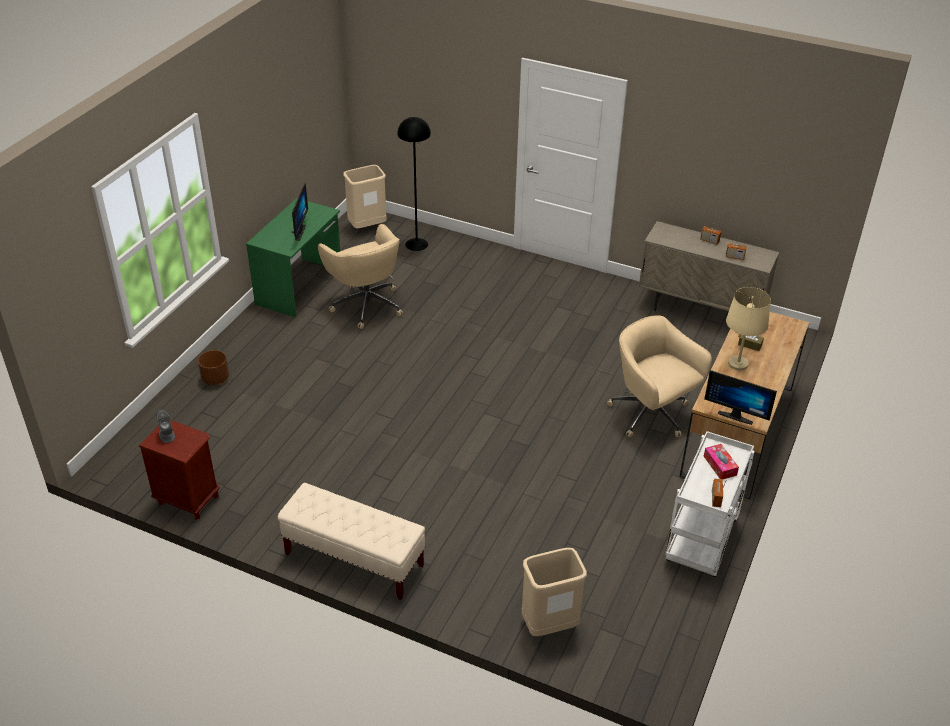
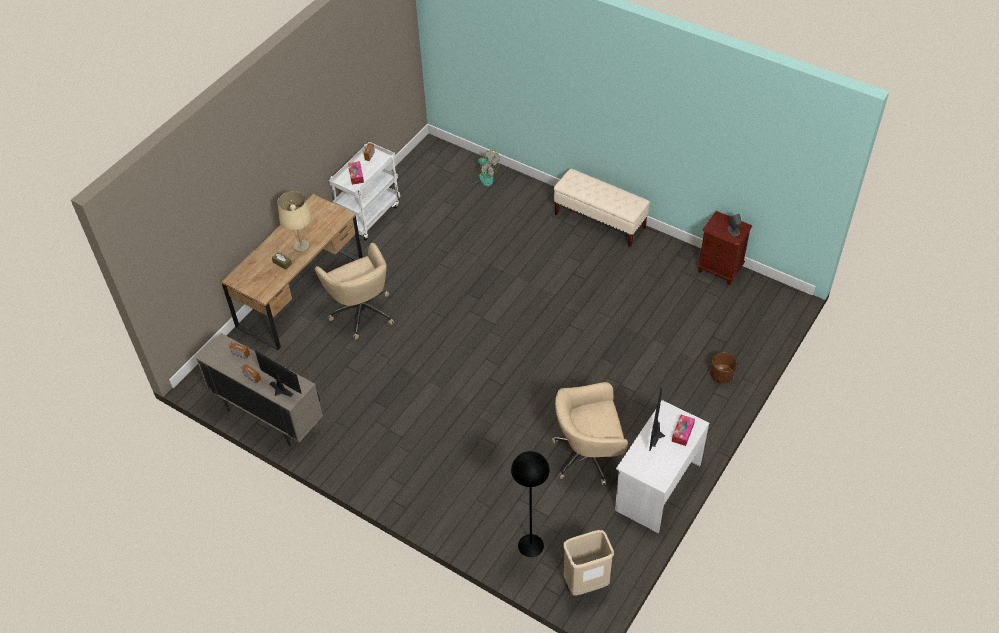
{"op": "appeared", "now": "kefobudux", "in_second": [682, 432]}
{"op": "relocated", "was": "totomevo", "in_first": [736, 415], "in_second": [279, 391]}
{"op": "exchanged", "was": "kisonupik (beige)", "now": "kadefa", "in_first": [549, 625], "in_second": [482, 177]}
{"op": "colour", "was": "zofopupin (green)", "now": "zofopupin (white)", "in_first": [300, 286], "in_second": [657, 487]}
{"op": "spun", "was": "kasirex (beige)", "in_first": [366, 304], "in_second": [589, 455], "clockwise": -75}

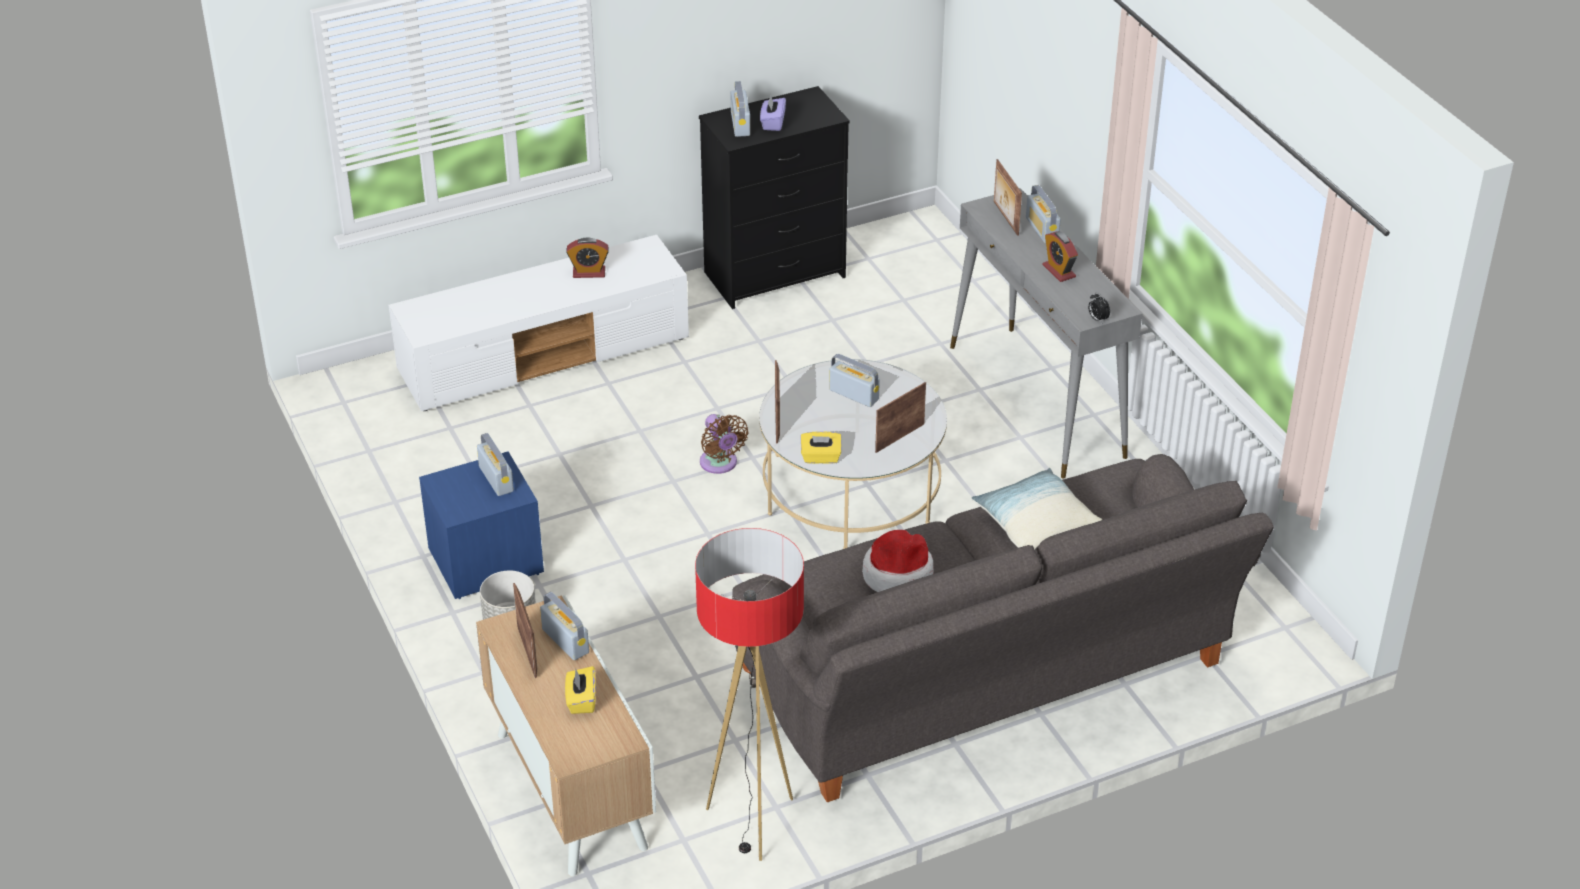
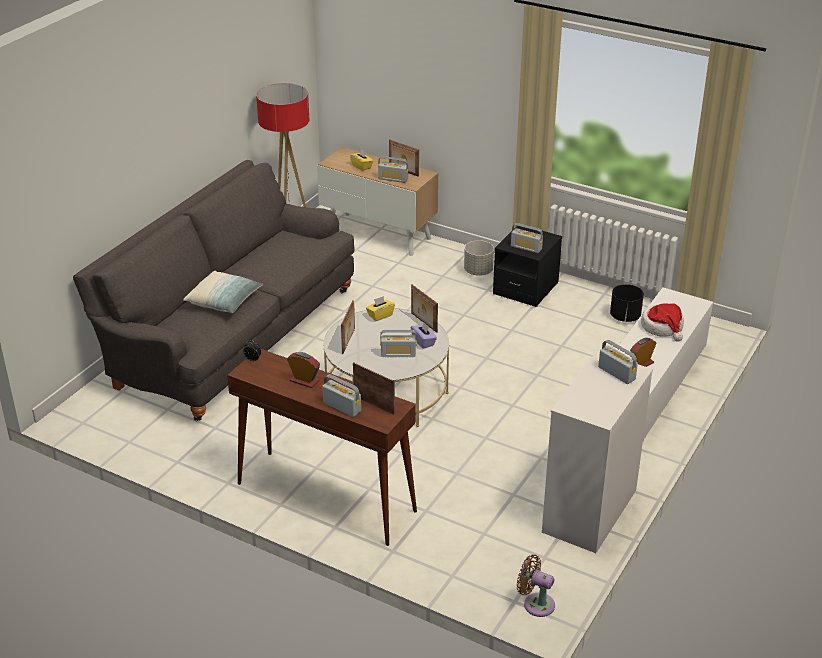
{"op": "appeared", "now": "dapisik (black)", "in_second": [625, 317]}
{"op": "relocated", "was": "kadefa (brown)", "in_first": [720, 464], "in_second": [536, 603]}
{"op": "relocated", "was": "kefobudux (purple)", "in_first": [772, 123], "in_second": [423, 342]}
{"op": "relocated", "was": "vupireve", "in_first": [897, 574], "in_second": [662, 327]}
{"op": "colour", "was": "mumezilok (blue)", "now": "mumezilok (black)", "in_first": [485, 561], "in_second": [525, 288]}
{"op": "colour", "was": "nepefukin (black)", "now": "nepefukin (white)", "in_first": [776, 274], "in_second": [589, 511]}
{"op": "colour", "was": "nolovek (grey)", "now": "nolovek (brown)", "in_first": [1037, 401], "in_second": [325, 497]}

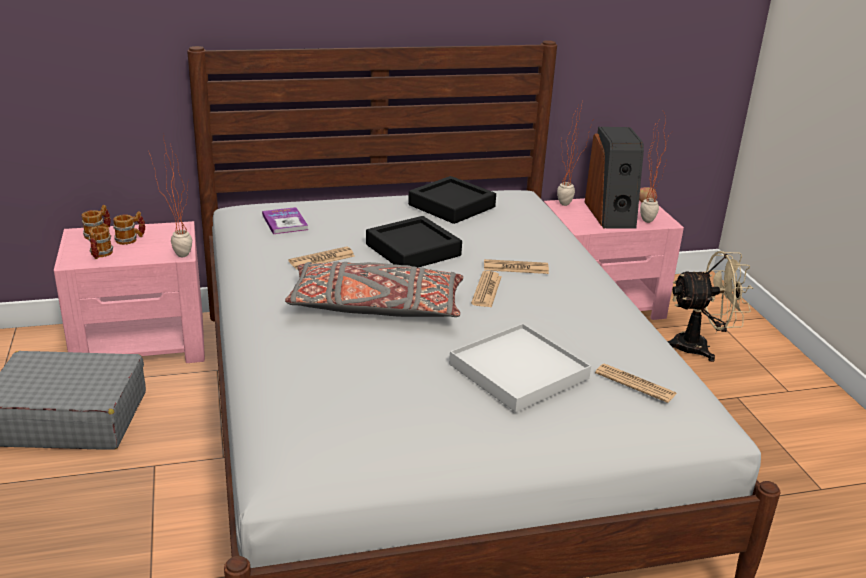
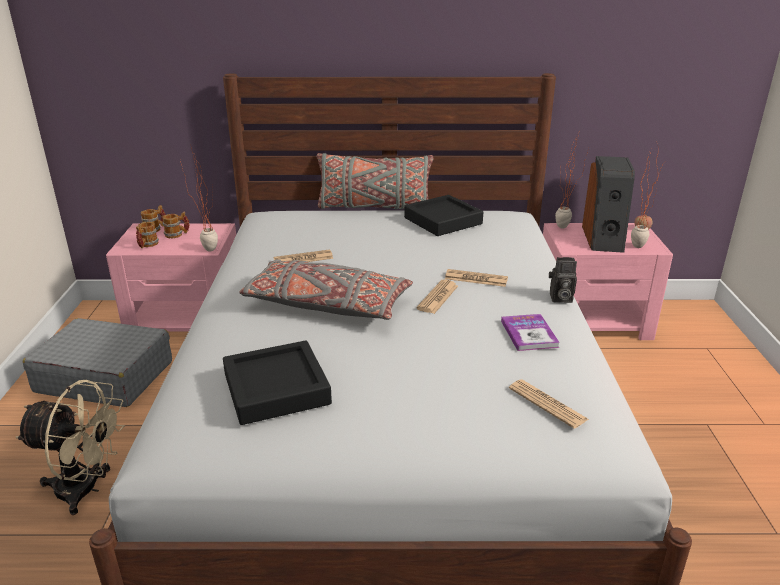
{"op": "missing", "was": "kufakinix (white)", "in_first": [518, 371]}
{"op": "appeared", "now": "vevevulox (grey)", "in_second": [374, 208]}
{"op": "appeared", "now": "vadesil", "in_second": [559, 298]}
{"op": "relocated", "was": "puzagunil", "in_first": [285, 222], "in_second": [529, 334]}
{"op": "relocated", "was": "kufakinix (black)", "in_first": [413, 250], "in_second": [276, 389]}
{"op": "relocated", "was": "kadefa (beige)", "in_first": [699, 347], "in_second": [86, 490]}

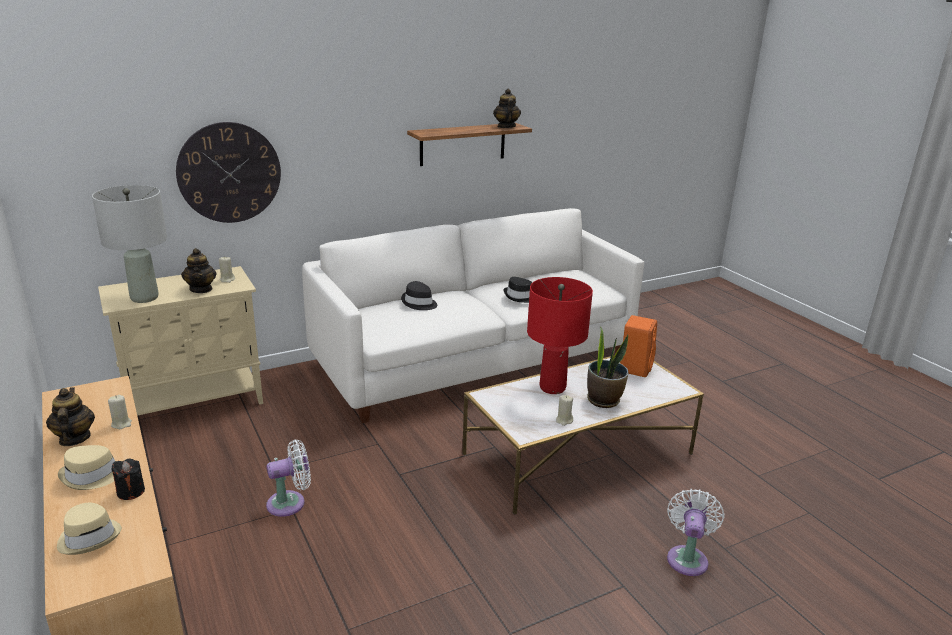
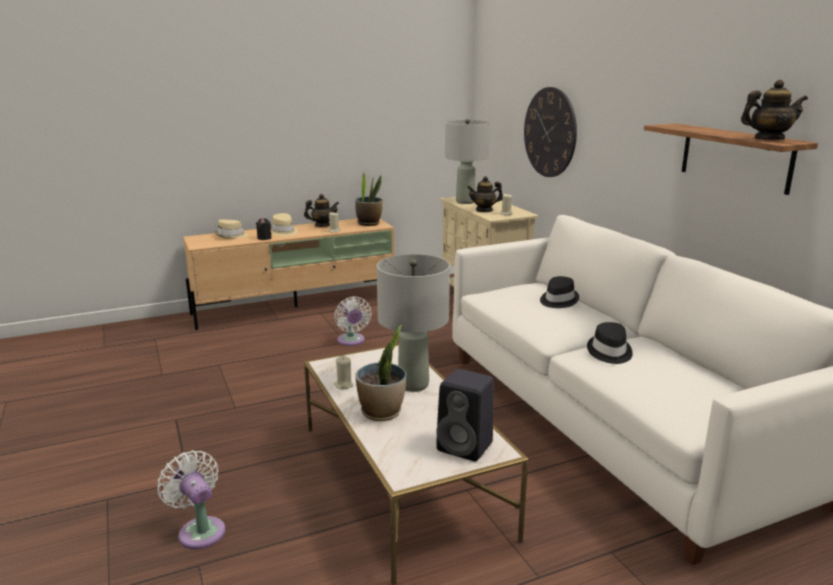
{"op": "appeared", "now": "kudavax", "in_second": [369, 223]}
{"op": "colour", "was": "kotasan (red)", "now": "kotasan (grey)", "in_first": [553, 388], "in_second": [413, 385]}
{"op": "colour", "was": "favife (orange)", "now": "favife (black)", "in_first": [635, 368], "in_second": [466, 447]}
{"op": "spun", "was": "kadefa (white)", "in_first": [687, 557], "in_second": [200, 530], "clockwise": -150}

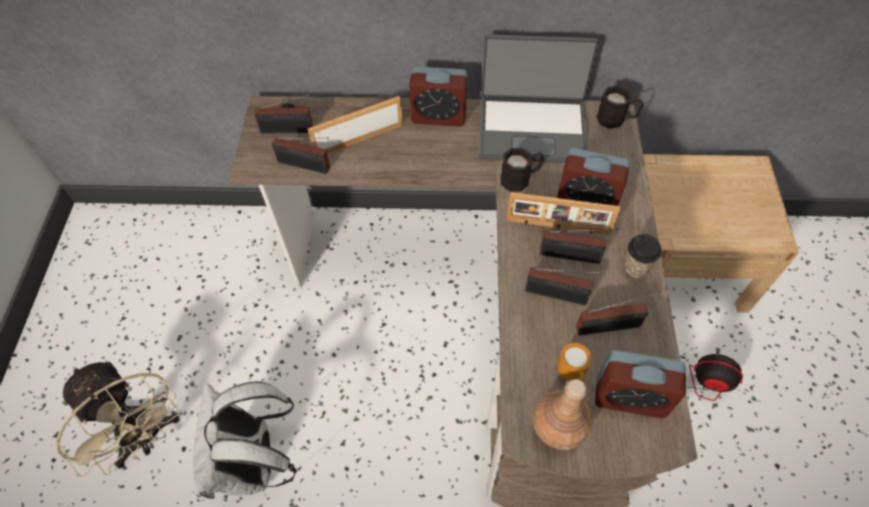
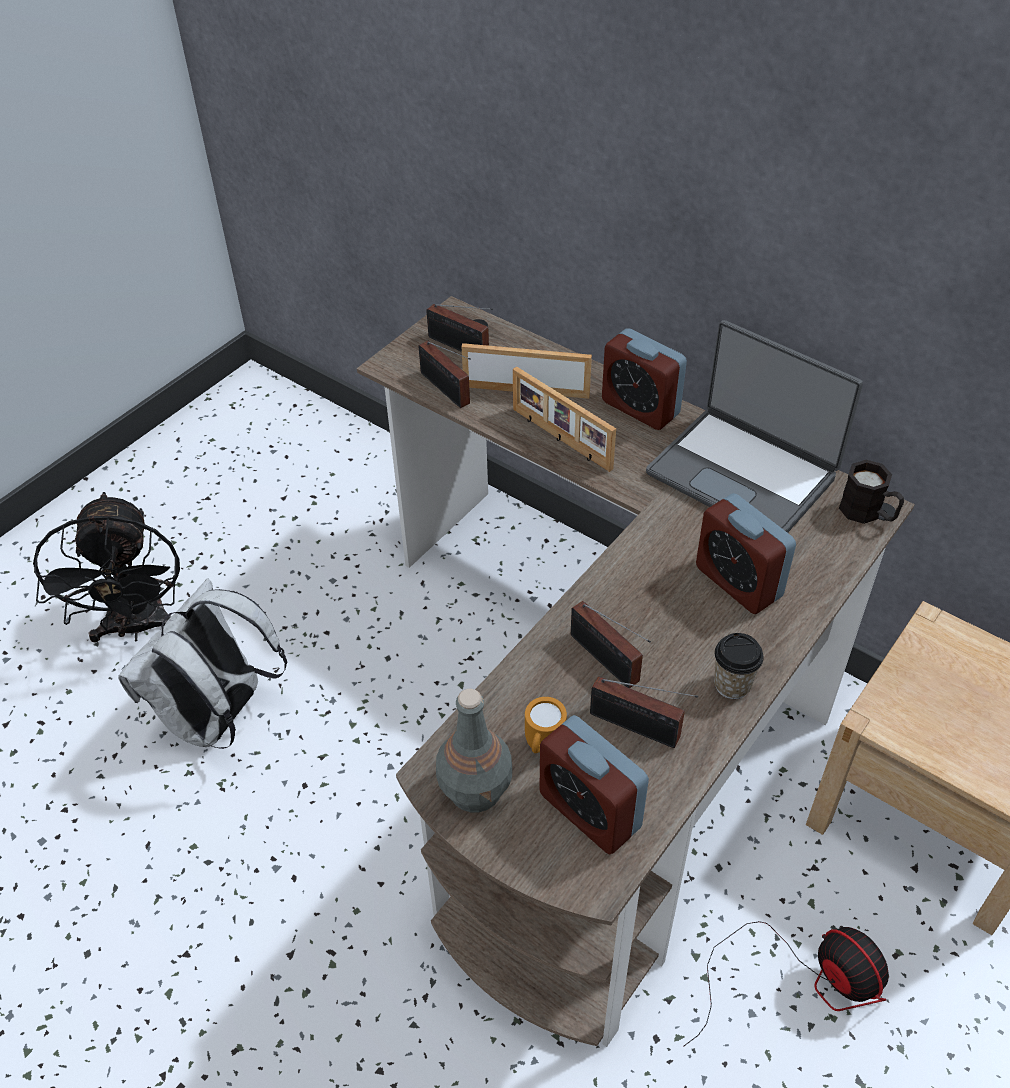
{"op": "missing", "was": "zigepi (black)", "in_first": [520, 178]}
{"op": "missing", "was": "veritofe", "in_first": [573, 256]}
{"op": "relocated", "was": "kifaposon", "in_first": [558, 227], "in_second": [560, 439]}
{"op": "colour", "was": "kadefa (beige)", "now": "kadefa (black)", "in_first": [146, 438], "in_second": [137, 628]}
{"op": "colour", "was": "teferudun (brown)", "now": "teferudun (grey)", "in_first": [557, 429], "in_second": [476, 789]}

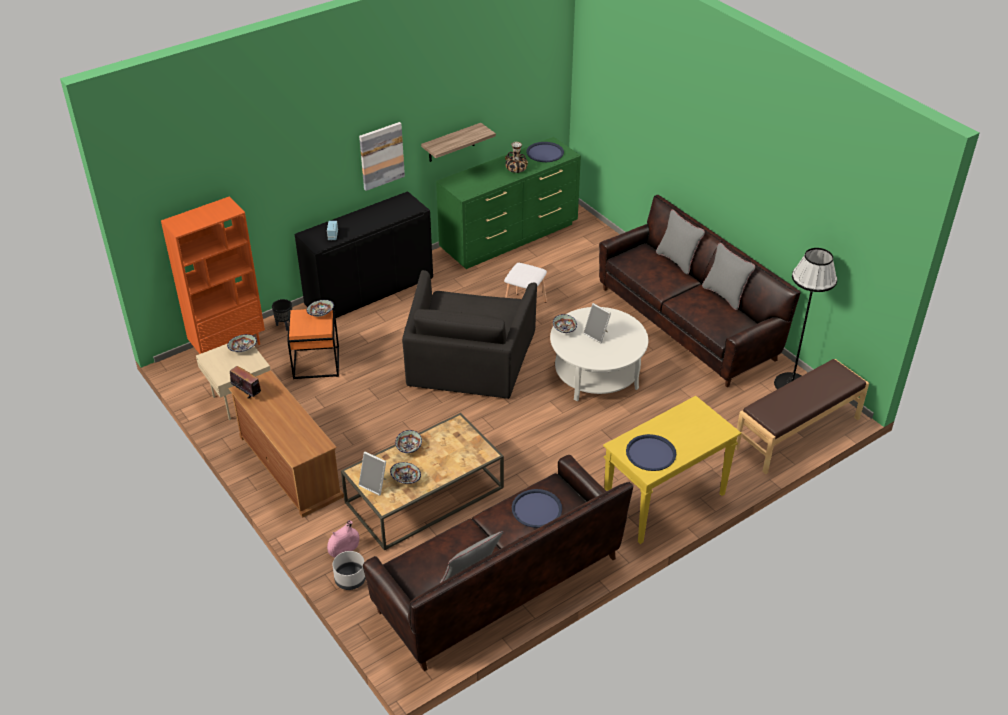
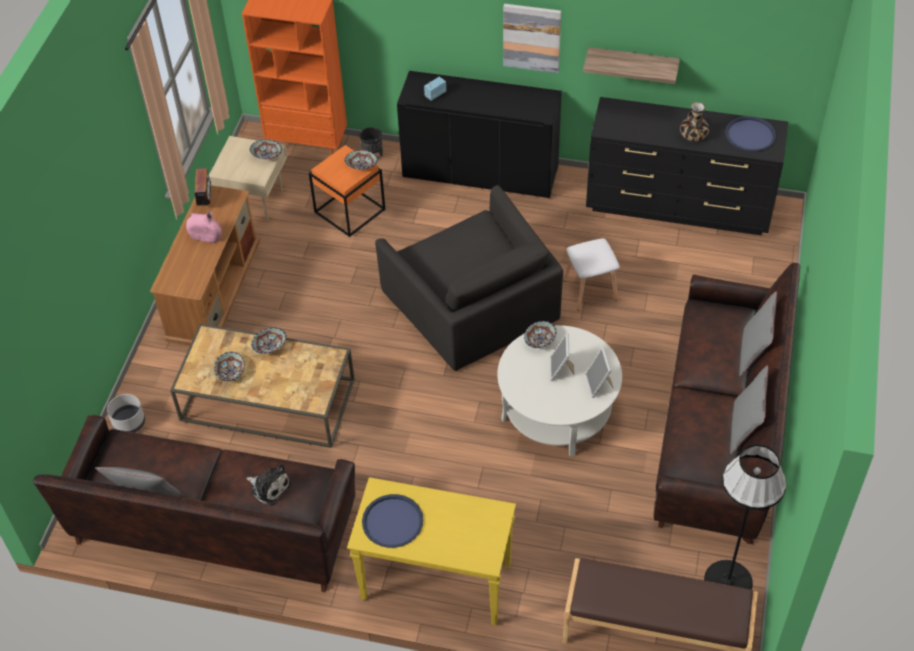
{"op": "relocated", "was": "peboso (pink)", "in_first": [344, 550], "in_second": [205, 237]}
{"op": "relocated", "was": "kifaposon", "in_first": [375, 485], "in_second": [599, 385]}
{"op": "exchanged", "was": "kufakinix (blue)", "now": "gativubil", "in_first": [536, 509], "in_second": [269, 487]}
{"op": "colour", "was": "nepefukin (green)", "now": "nepefukin (black)", "in_first": [510, 237], "in_second": [679, 206]}
{"op": "spun", "was": "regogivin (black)", "in_first": [469, 357], "in_second": [472, 302], "clockwise": -90}

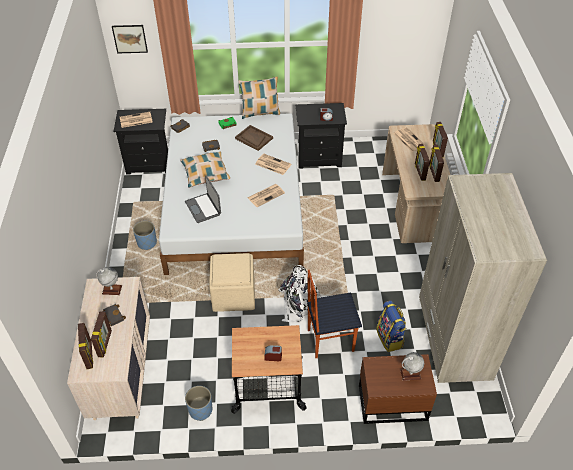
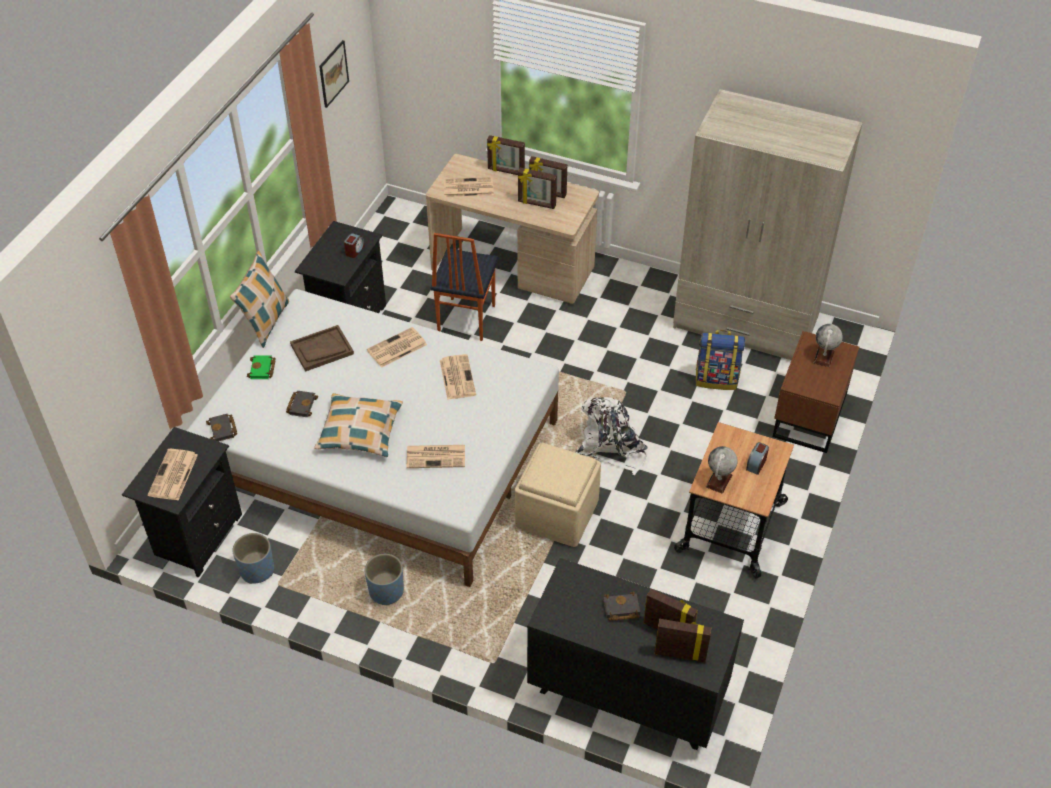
{"op": "relocated", "was": "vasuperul", "in_first": [112, 290], "in_second": [719, 481]}
{"op": "relocated", "was": "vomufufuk", "in_first": [130, 38], "in_second": [333, 73]}
{"op": "relocated", "was": "dapisik (blue)", "in_first": [200, 410], "in_second": [257, 570]}
{"op": "relocated", "was": "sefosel", "in_first": [329, 339], "in_second": [465, 319]}
{"op": "exchanged", "was": "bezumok", "now": "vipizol", "in_first": [203, 208], "in_second": [437, 456]}
{"op": "colour", "was": "nepefukin (beige)", "now": "nepefukin (black)", "in_first": [121, 371], "in_second": [627, 692]}

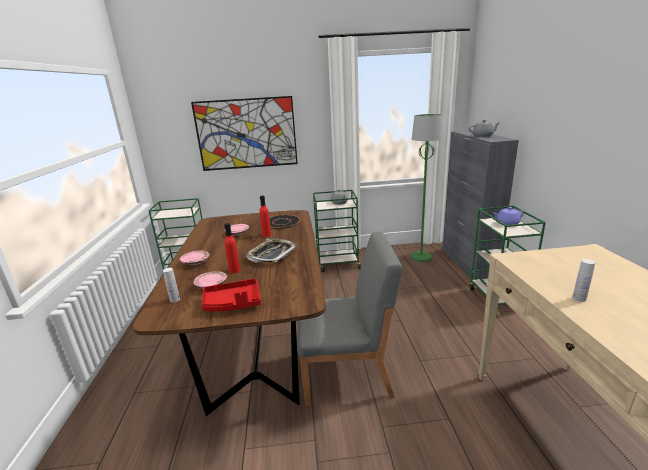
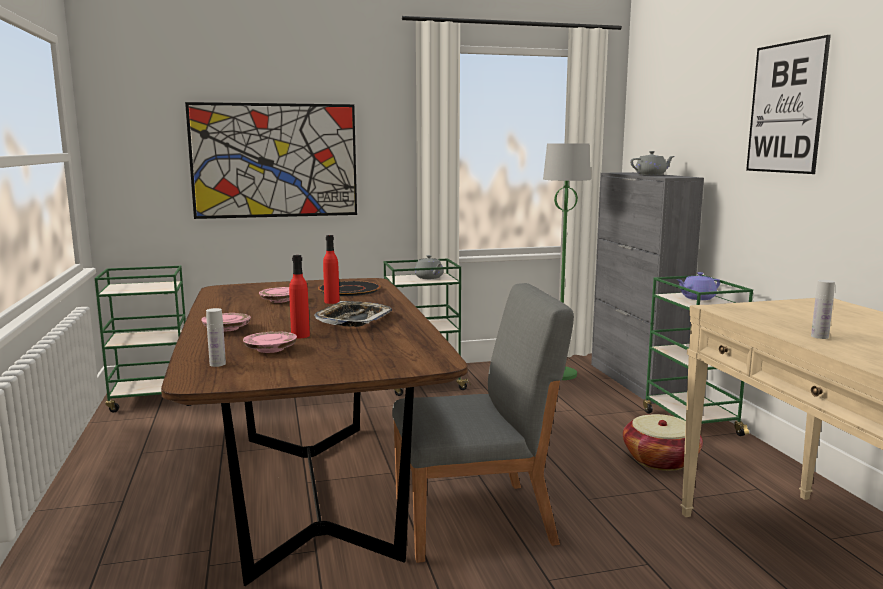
{"op": "missing", "was": "kufakinix (red)", "in_first": [233, 303]}
{"op": "appeared", "now": "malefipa", "in_second": [660, 460]}
{"op": "appeared", "now": "vomufufuk", "in_second": [786, 108]}

